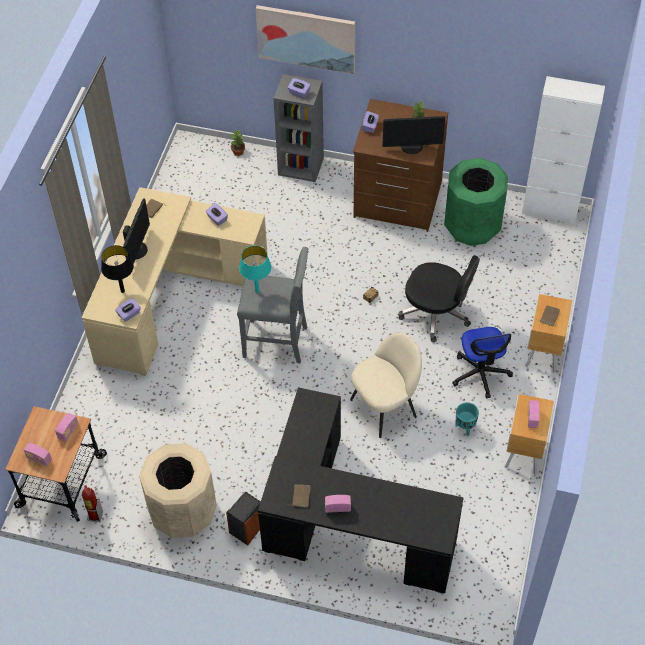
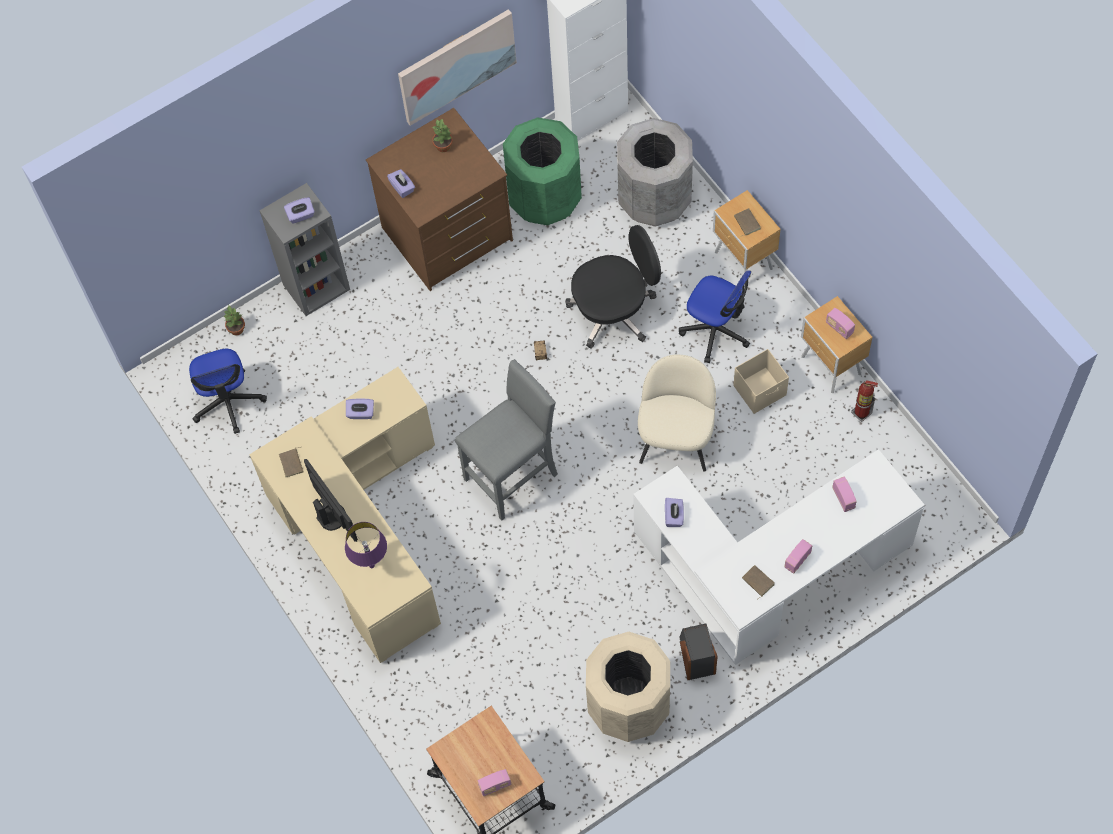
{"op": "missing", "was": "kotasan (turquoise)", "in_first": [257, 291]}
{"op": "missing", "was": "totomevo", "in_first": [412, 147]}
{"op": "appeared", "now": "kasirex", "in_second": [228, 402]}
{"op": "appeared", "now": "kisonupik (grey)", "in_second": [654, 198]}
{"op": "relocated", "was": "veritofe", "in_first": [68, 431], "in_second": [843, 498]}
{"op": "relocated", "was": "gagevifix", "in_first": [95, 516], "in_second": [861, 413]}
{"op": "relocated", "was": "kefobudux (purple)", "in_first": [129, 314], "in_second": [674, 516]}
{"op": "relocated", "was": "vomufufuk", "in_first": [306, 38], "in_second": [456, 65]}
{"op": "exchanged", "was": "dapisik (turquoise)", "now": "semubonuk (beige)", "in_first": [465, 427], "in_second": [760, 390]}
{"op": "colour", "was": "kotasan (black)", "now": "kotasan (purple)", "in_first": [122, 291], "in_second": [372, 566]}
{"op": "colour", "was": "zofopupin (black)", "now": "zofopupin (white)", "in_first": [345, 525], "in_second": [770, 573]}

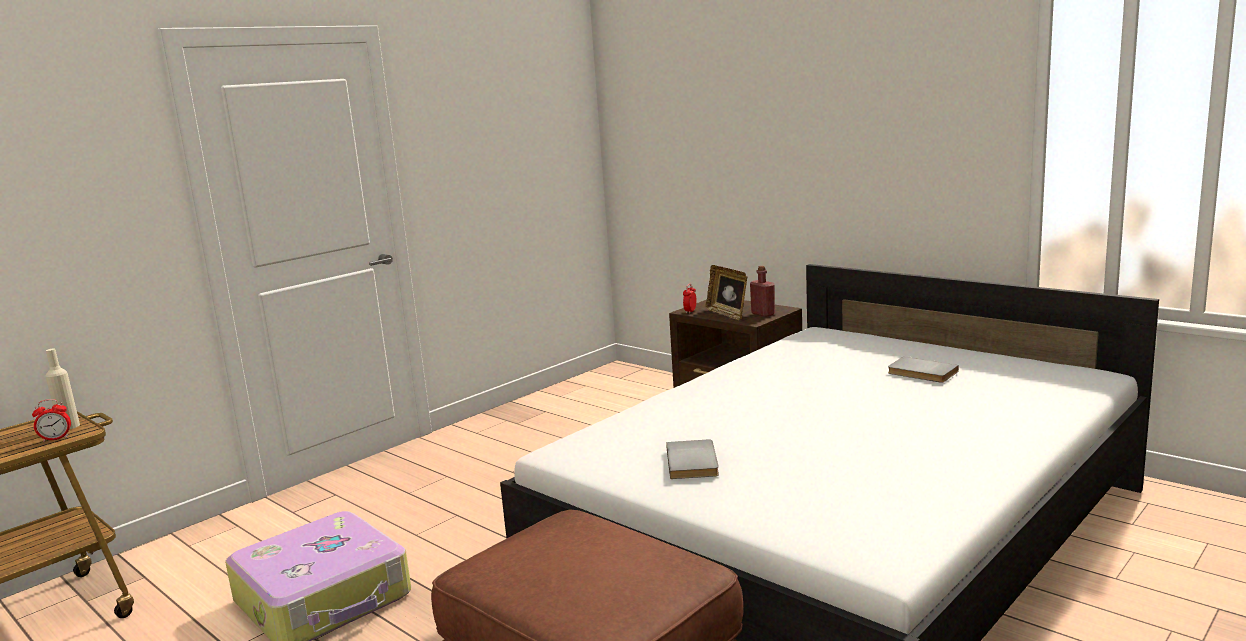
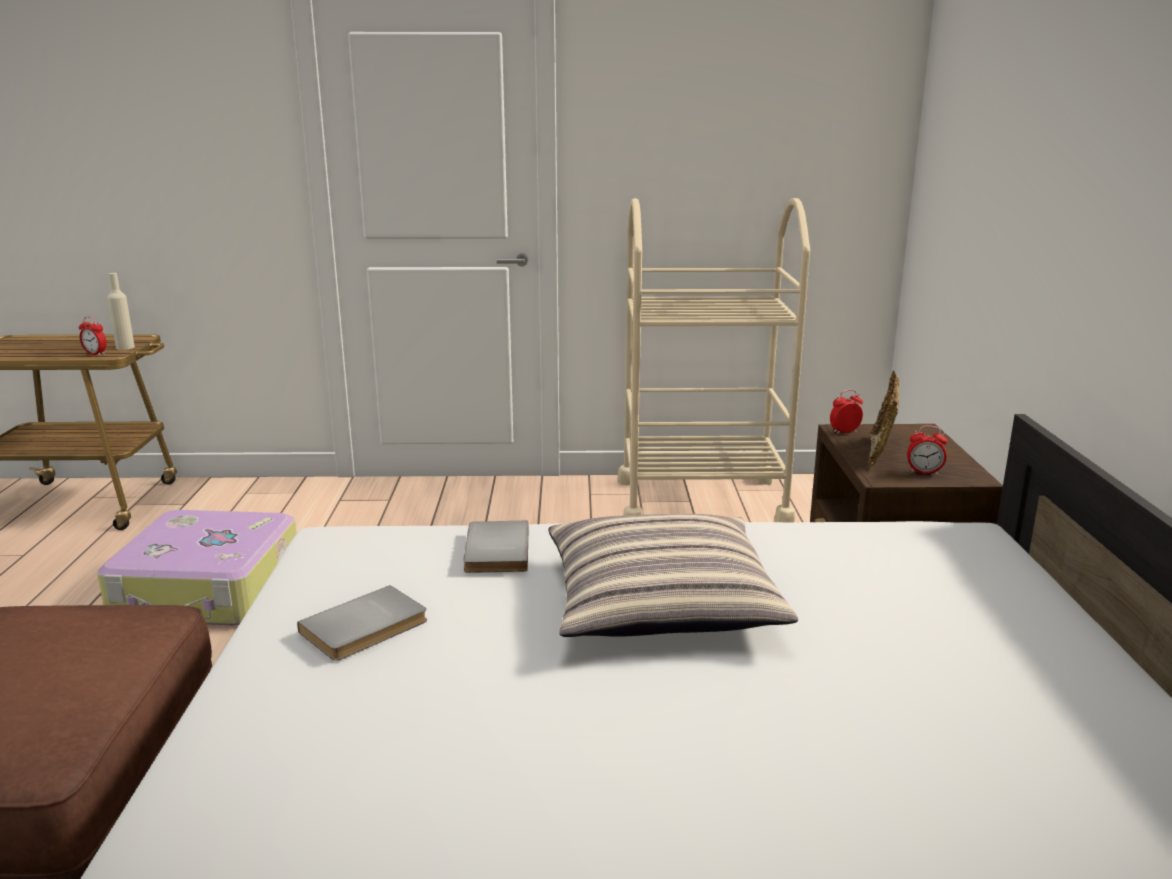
{"op": "appeared", "now": "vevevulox", "in_second": [660, 600]}
{"op": "appeared", "now": "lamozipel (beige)", "in_second": [701, 502]}
{"op": "relocated", "was": "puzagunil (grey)", "in_first": [921, 373], "in_second": [494, 550]}
{"op": "exchanged", "was": "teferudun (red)", "now": "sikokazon", "in_first": [763, 314], "in_second": [924, 472]}

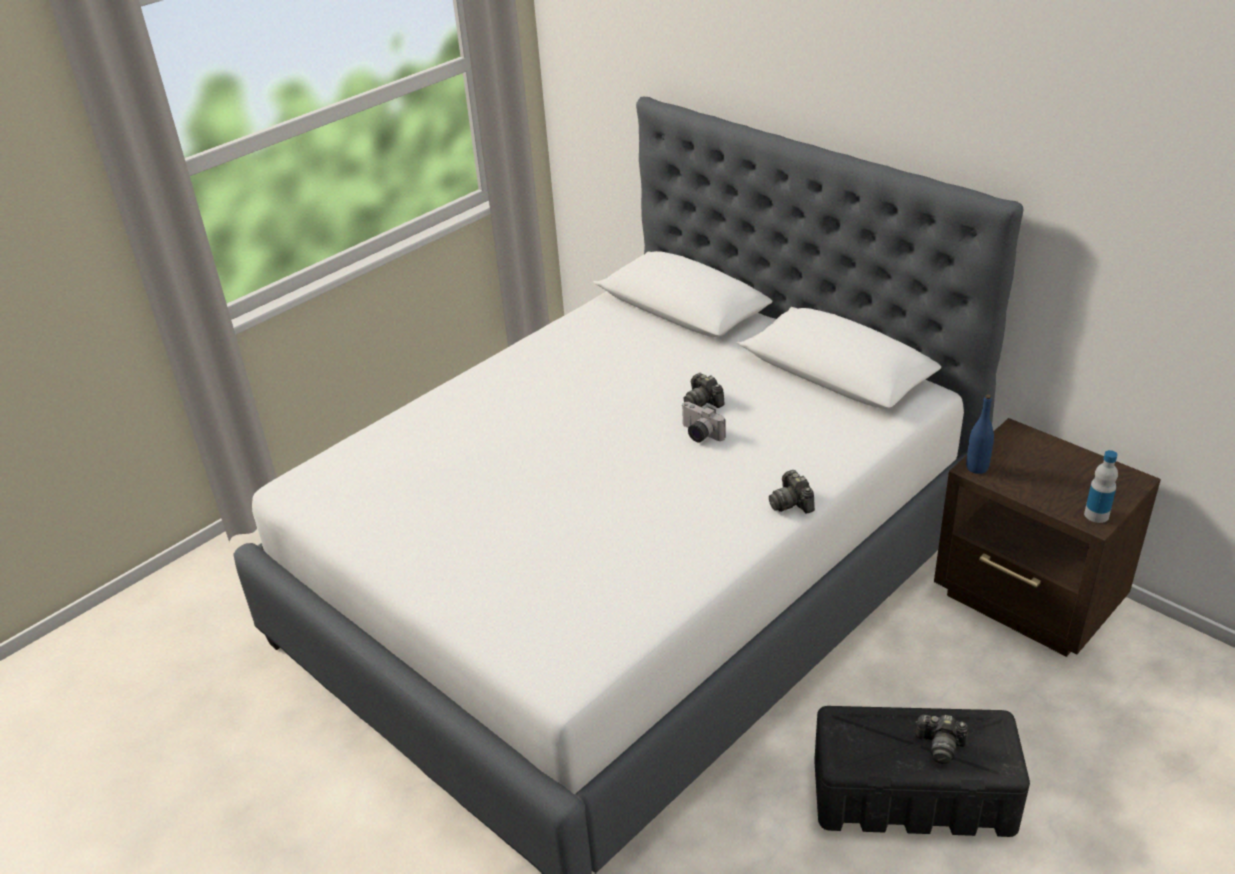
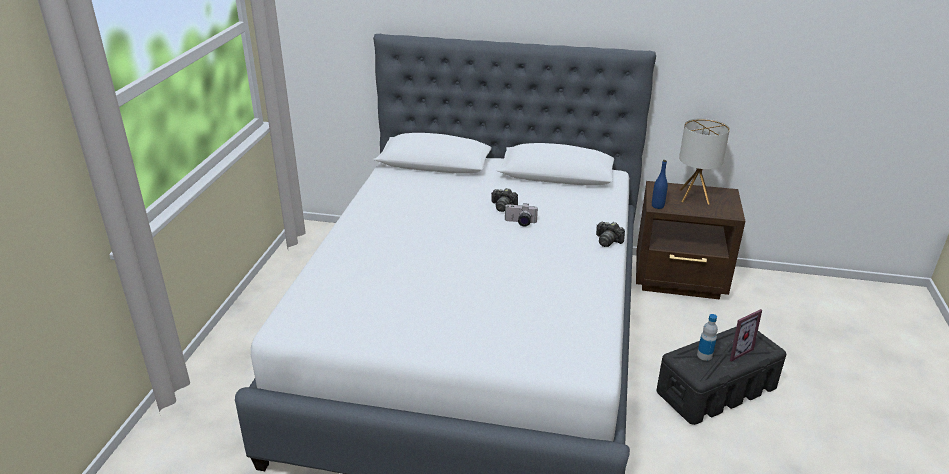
{"op": "appeared", "now": "kotasan", "in_second": [694, 197]}
{"op": "relocated", "was": "teferudun", "in_first": [1096, 515], "in_second": [704, 355]}
{"op": "exchanged", "was": "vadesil", "now": "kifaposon", "in_first": [940, 746], "in_second": [735, 350]}

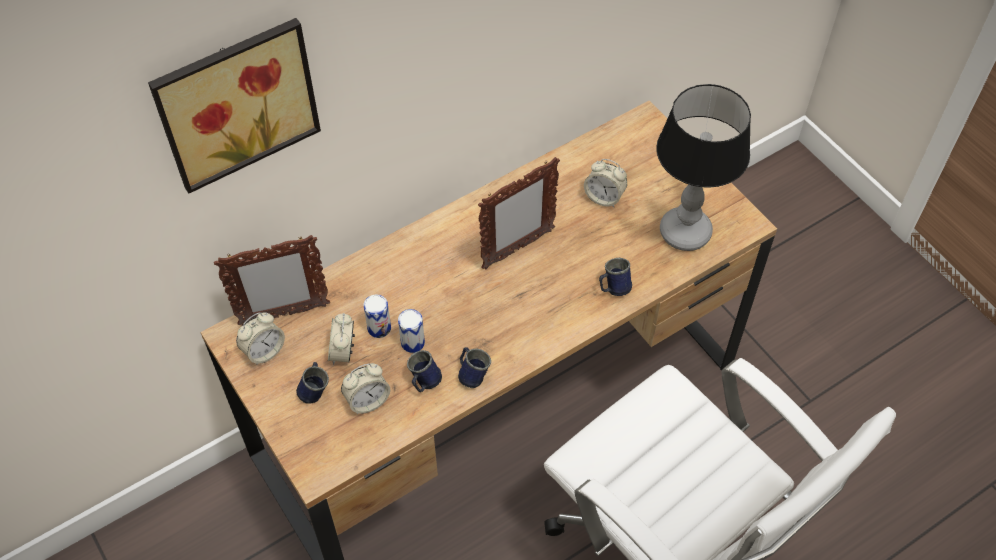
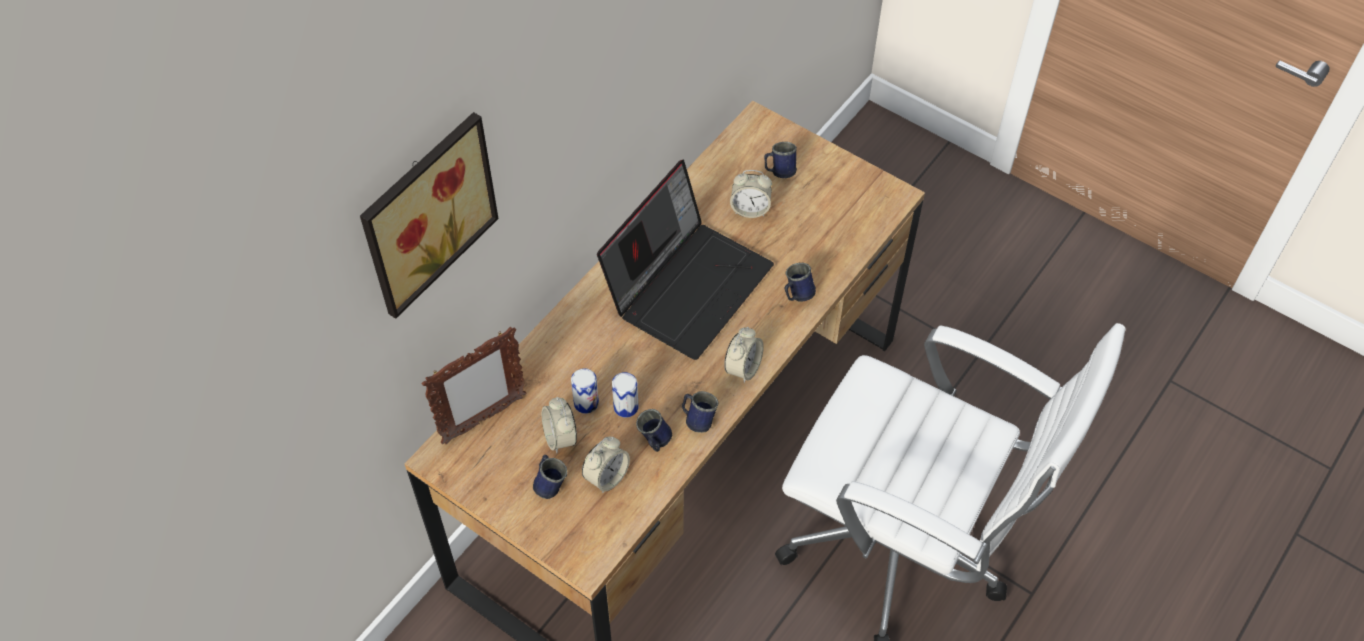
{"op": "missing", "was": "kotasan", "in_first": [684, 231]}
{"op": "appeared", "now": "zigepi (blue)", "in_second": [779, 171]}
{"op": "relocated", "was": "sikokazon", "in_first": [264, 351], "in_second": [743, 368]}
{"op": "exchanged", "was": "kifaposon", "now": "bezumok", "in_first": [517, 249], "in_second": [688, 285]}

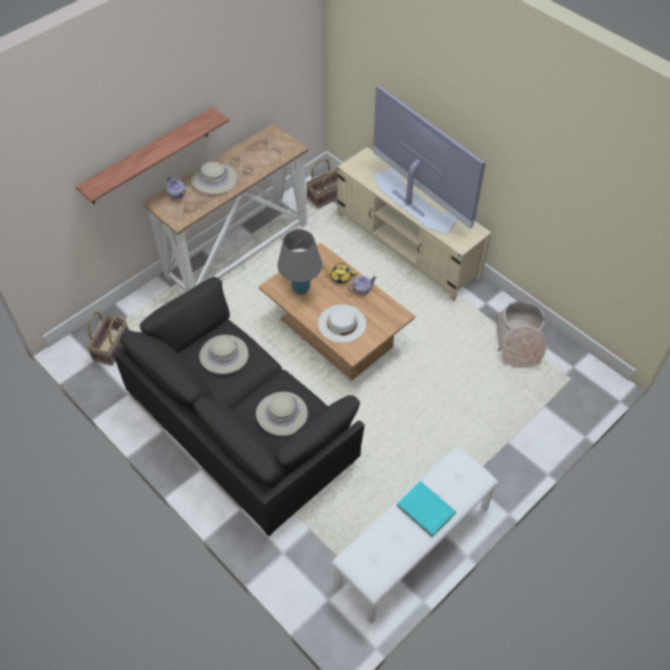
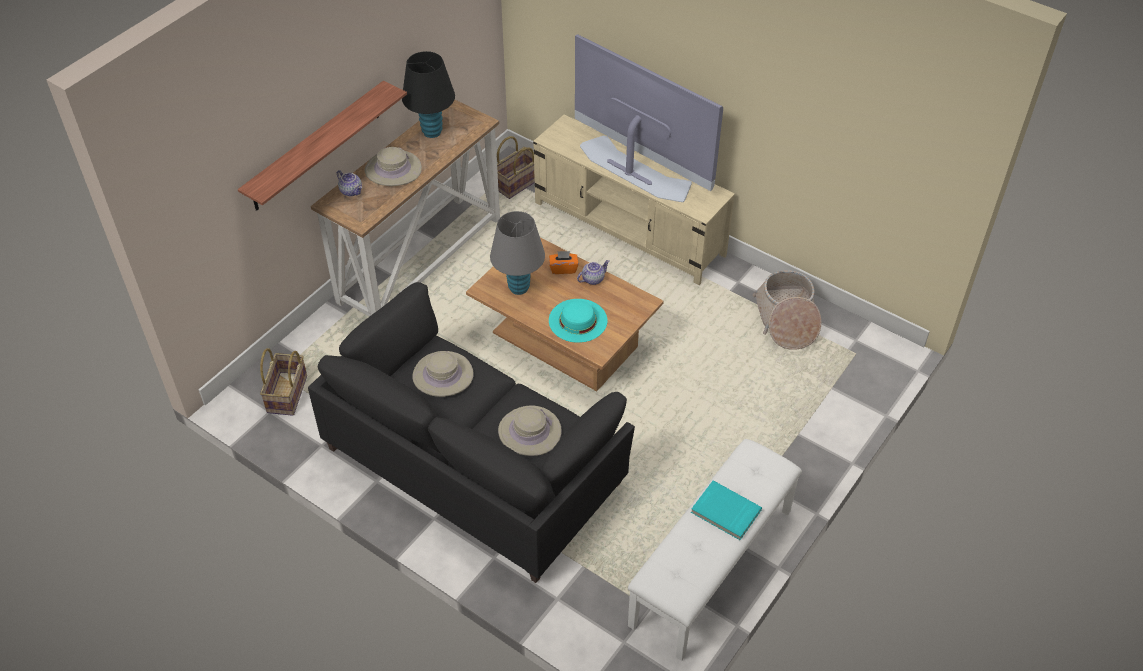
{"op": "appeared", "now": "kotasan (black)", "in_second": [432, 132]}
{"op": "exchanged", "was": "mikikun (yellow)", "now": "kefobudux (orange)", "in_first": [340, 277], "in_second": [563, 268]}
{"op": "colour", "was": "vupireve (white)", "now": "vupireve (turquoise)", "in_first": [342, 323], "in_second": [578, 320]}

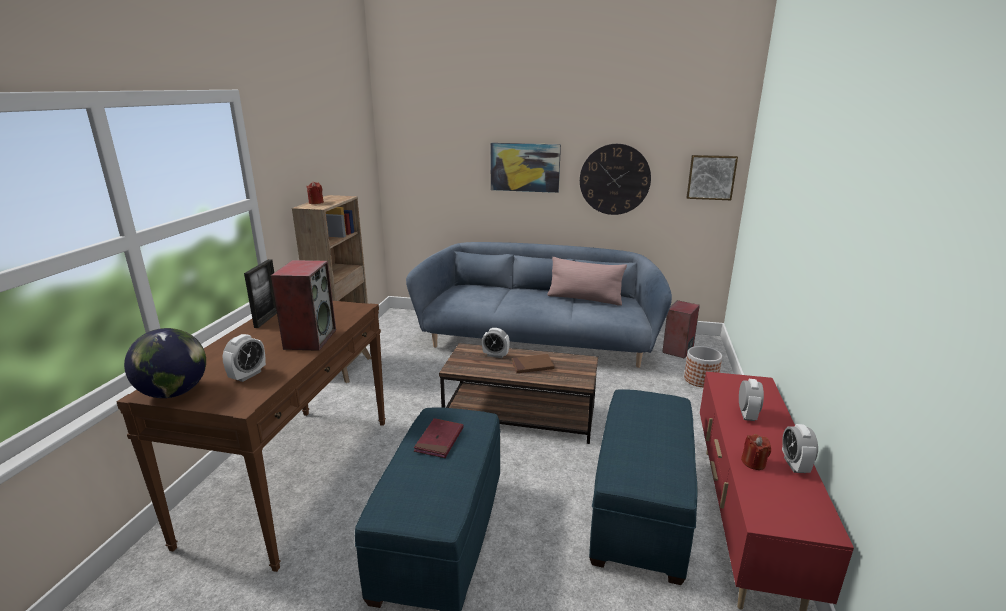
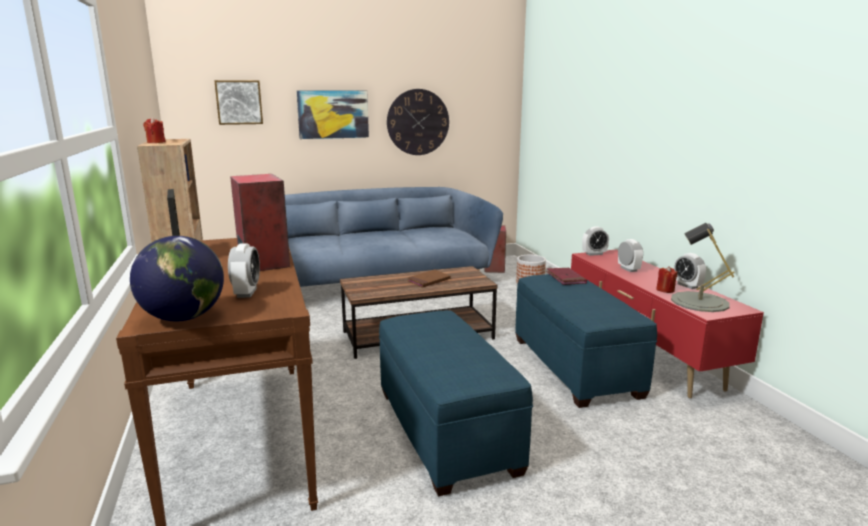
{"op": "missing", "was": "vevevulox (pink)", "in_first": [584, 299]}
{"op": "appeared", "now": "kotasan (grey)", "in_second": [699, 302]}
{"op": "relocated", "was": "puzagunil (red)", "in_first": [439, 440], "in_second": [566, 278]}
{"op": "relocated", "was": "sikokazon", "in_first": [495, 355], "in_second": [594, 254]}
{"op": "relocated", "was": "vomufufuk", "in_first": [711, 177], "in_second": [239, 102]}

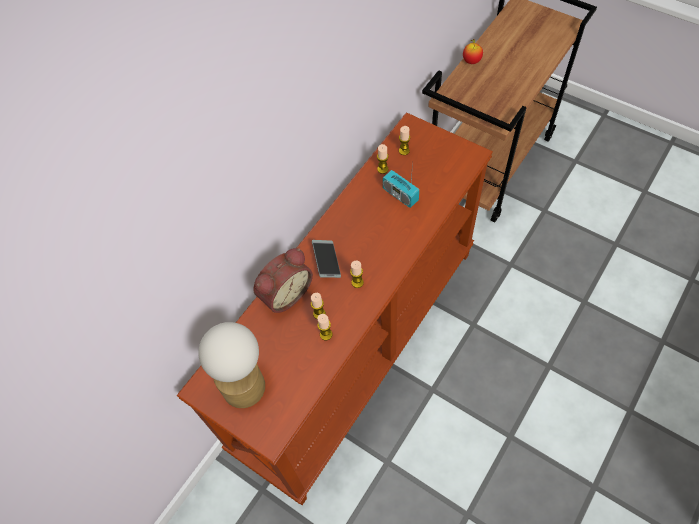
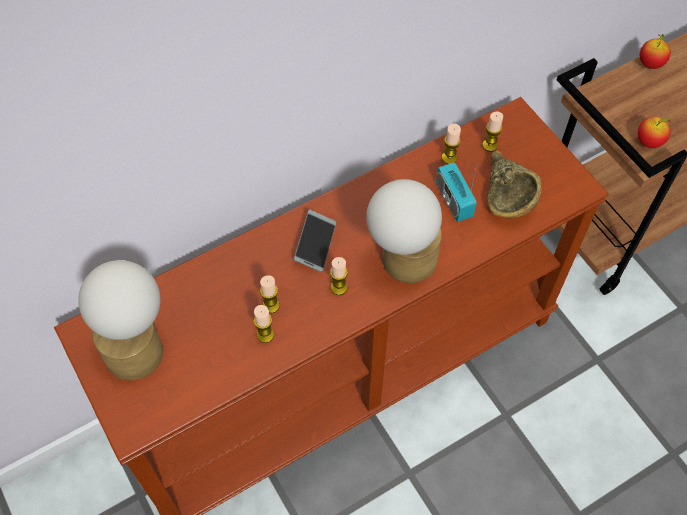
{"op": "missing", "was": "sikokazon", "in_first": [284, 293]}
{"op": "appeared", "now": "kotasan", "in_second": [401, 262]}
{"op": "appeared", "now": "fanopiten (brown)", "in_second": [504, 193]}
{"op": "appeared", "now": "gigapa", "in_second": [649, 142]}

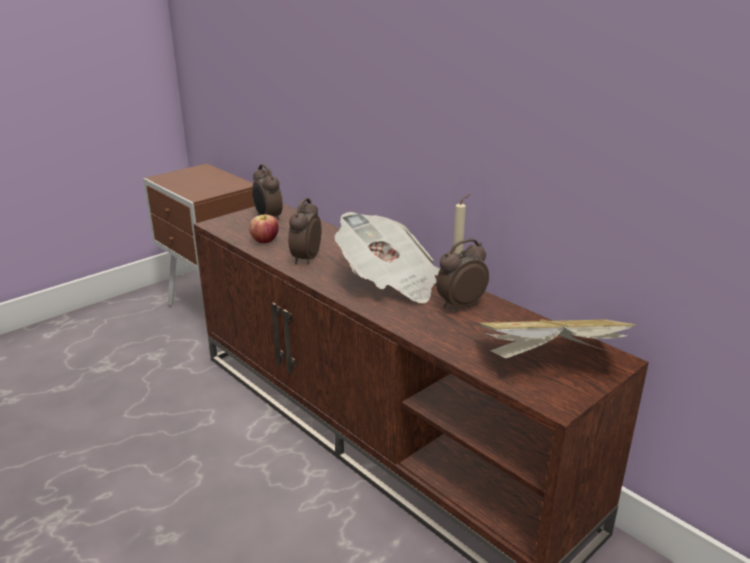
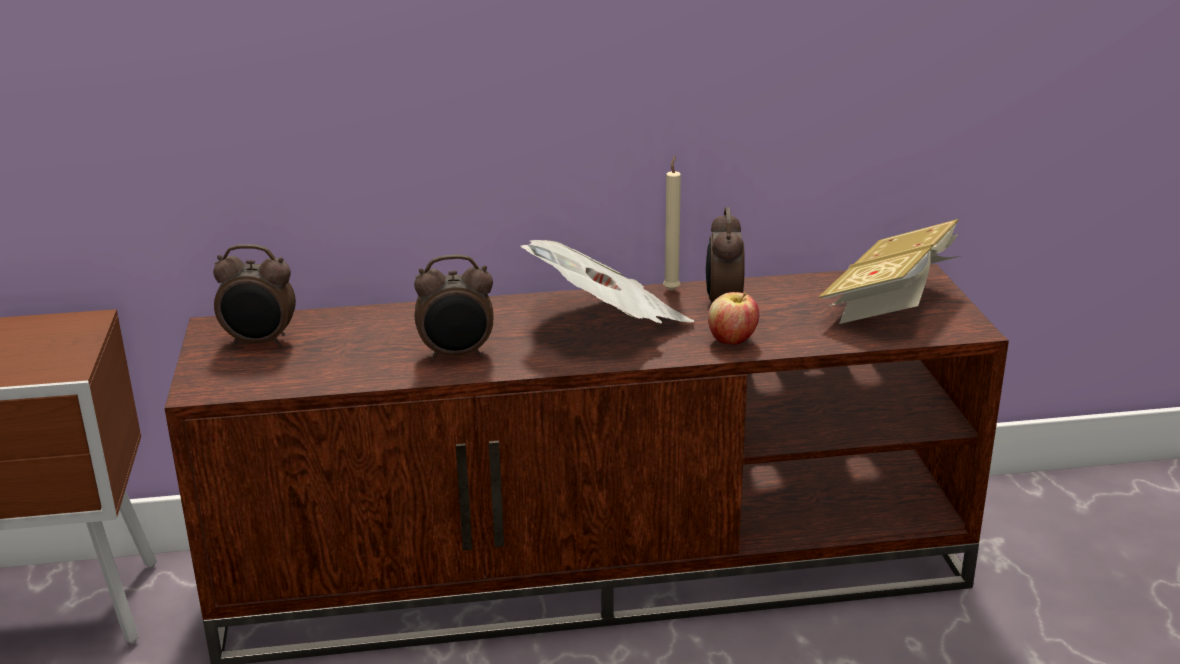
{"op": "relocated", "was": "gigapa", "in_first": [265, 241], "in_second": [732, 340]}
{"op": "spun", "was": "sikokazon", "in_first": [305, 259], "in_second": [457, 355], "clockwise": -60}

